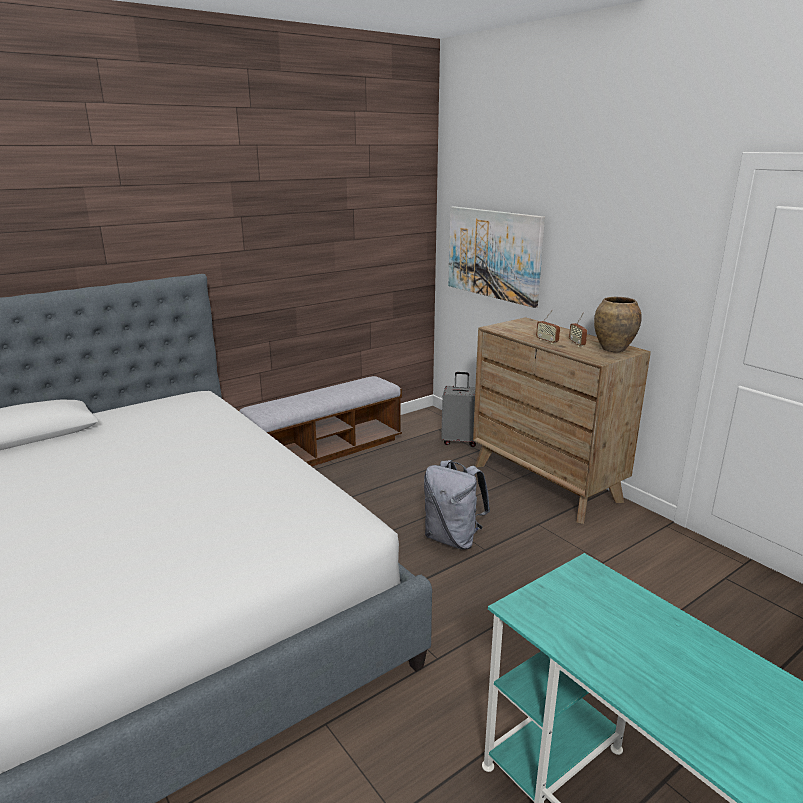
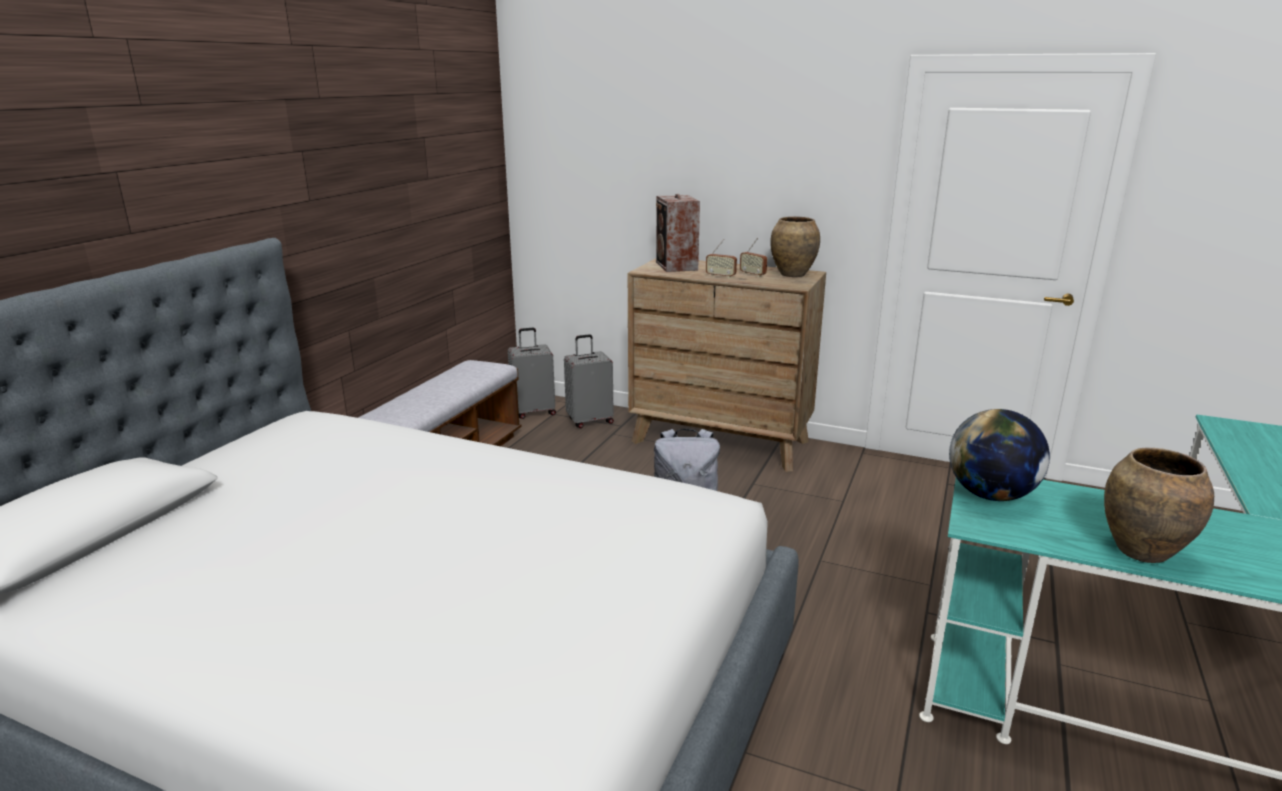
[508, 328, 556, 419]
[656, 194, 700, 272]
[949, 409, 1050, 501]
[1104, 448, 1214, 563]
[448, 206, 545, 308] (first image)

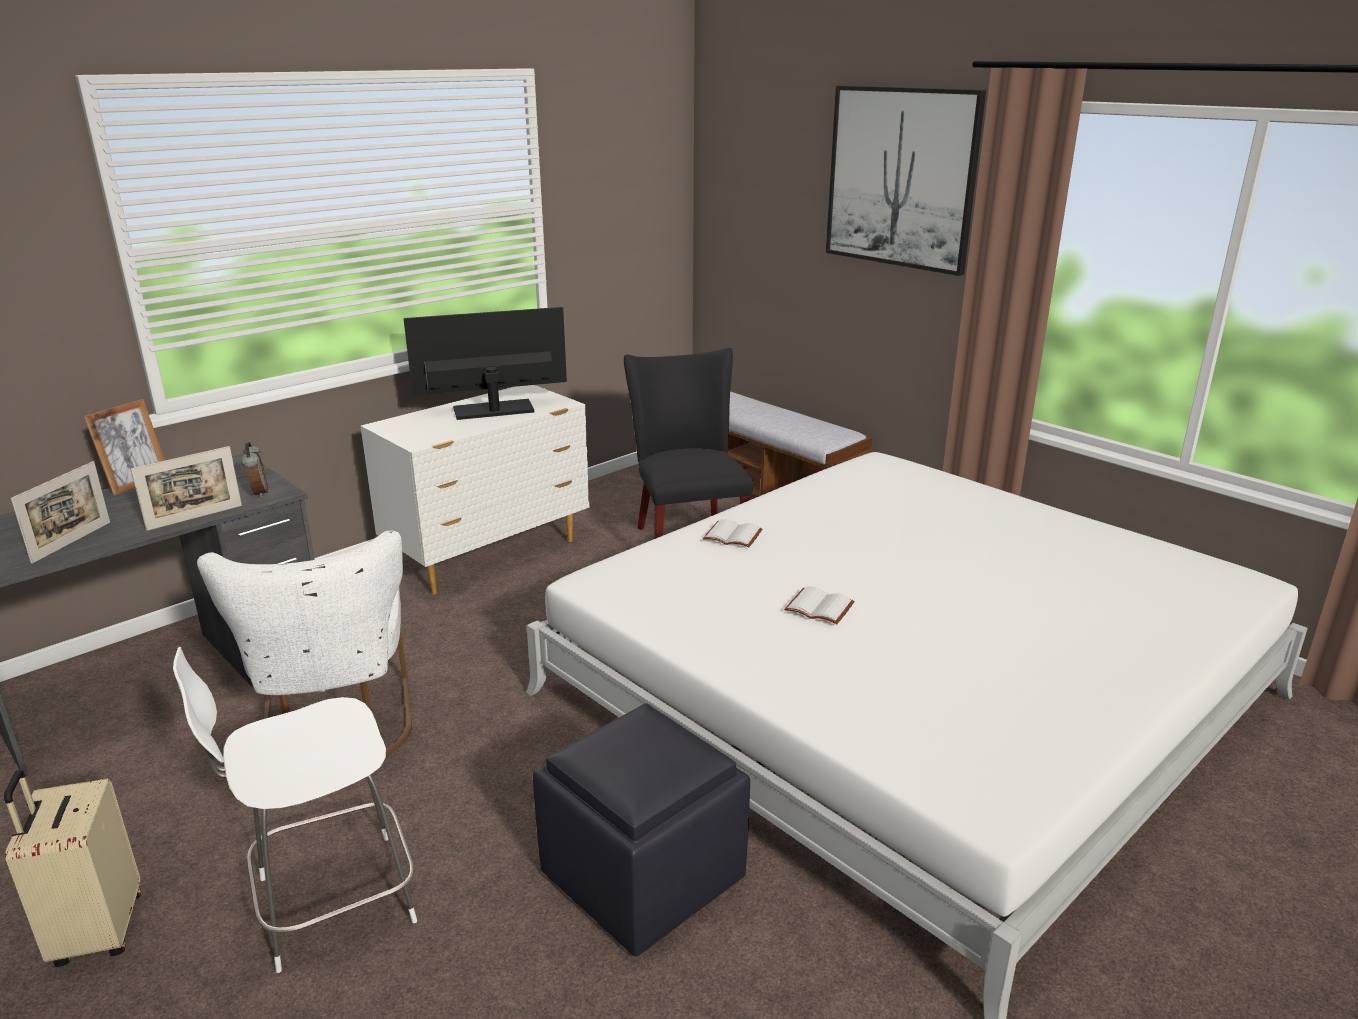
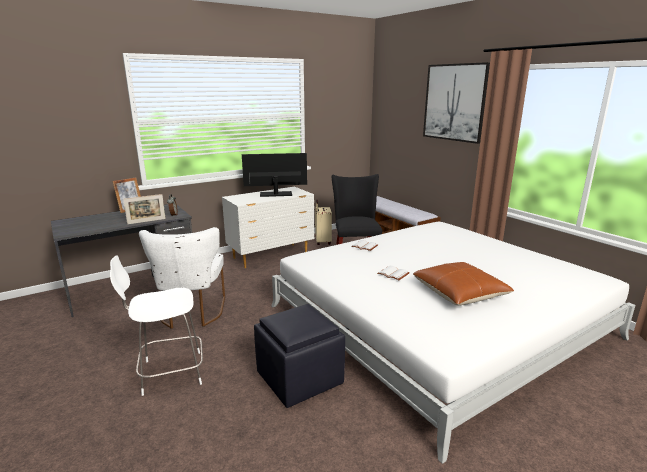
[315, 200, 332, 245]
[413, 262, 514, 306]
[11, 461, 110, 564] (first image)

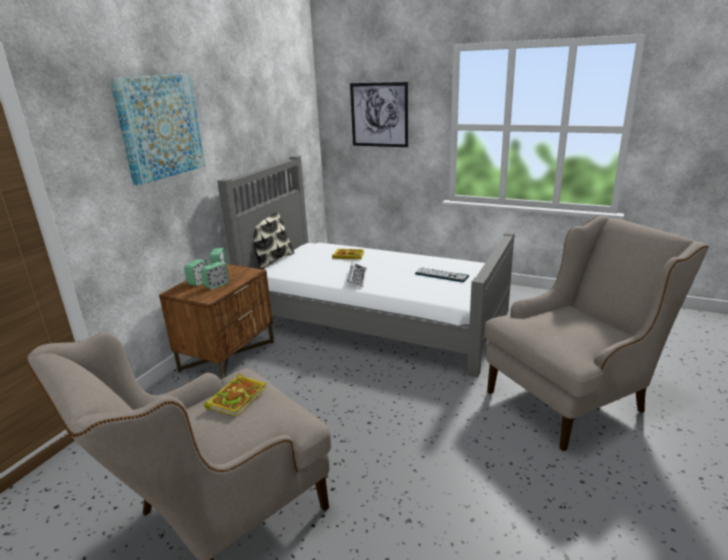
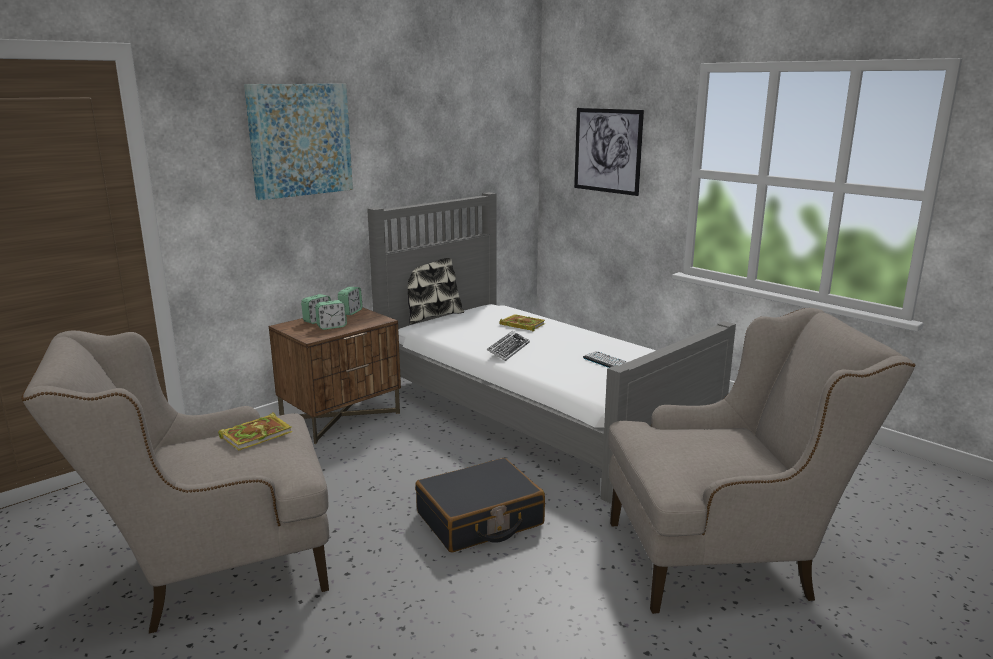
[415, 458, 545, 552]

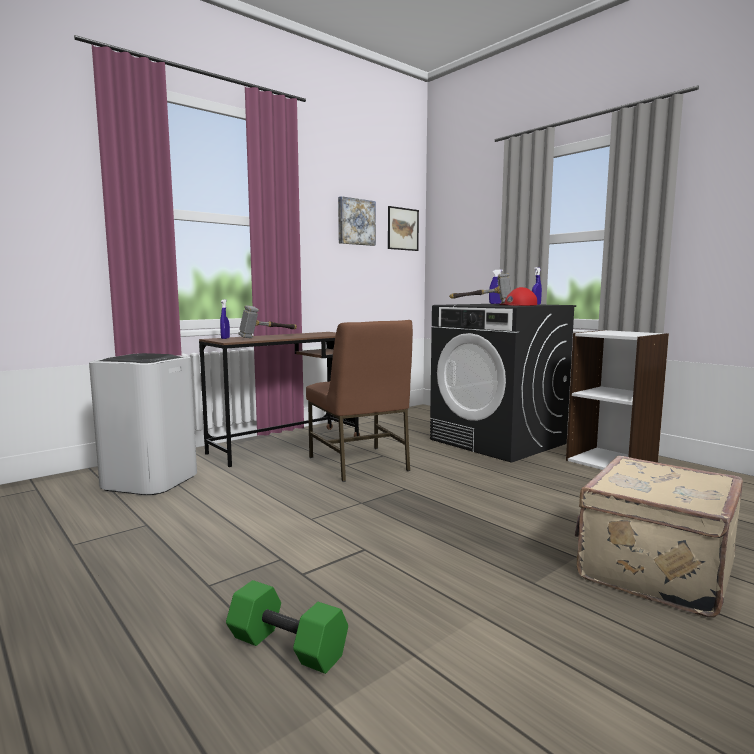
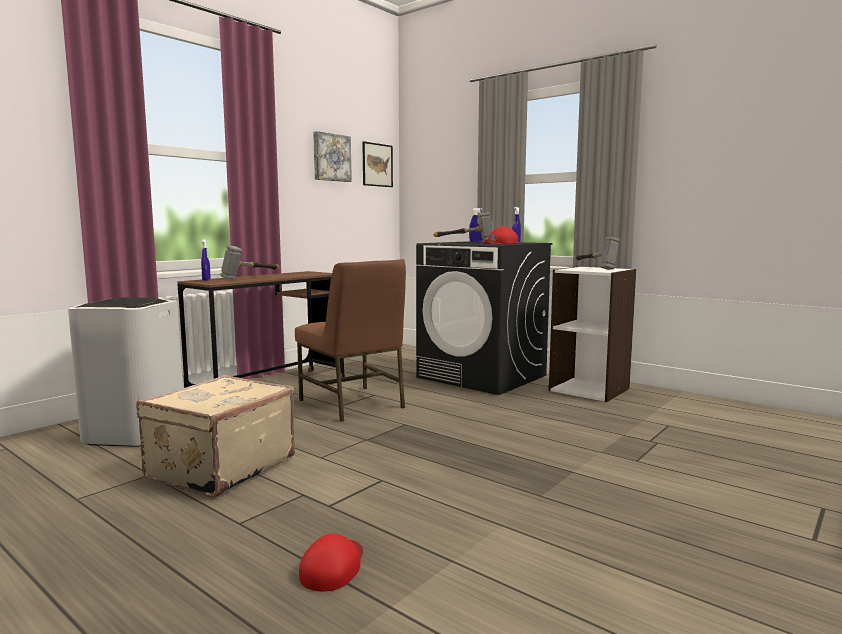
[136, 375, 295, 498]
[299, 533, 363, 592]
[575, 237, 620, 270]

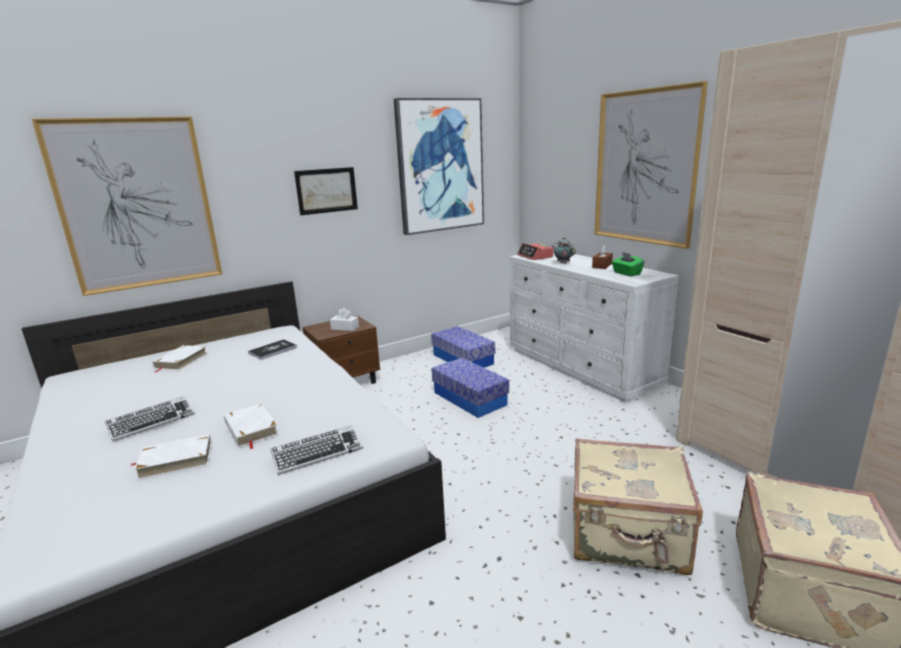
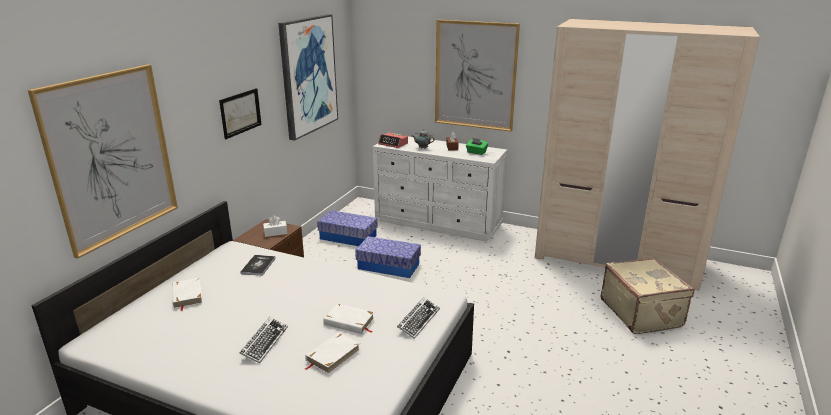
[573, 438, 703, 575] (first image)

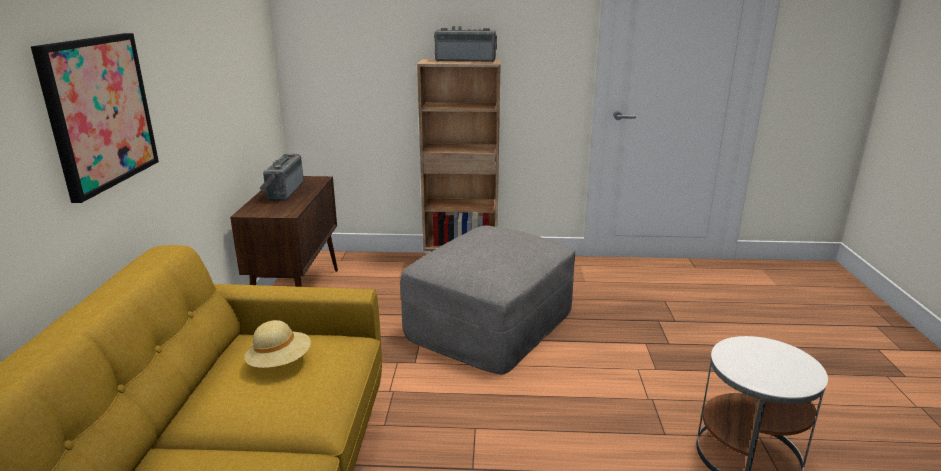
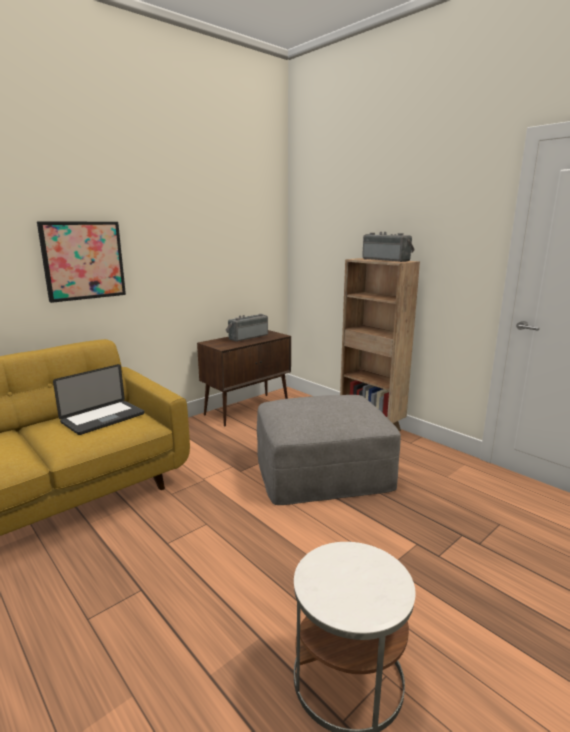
[53, 364, 144, 435]

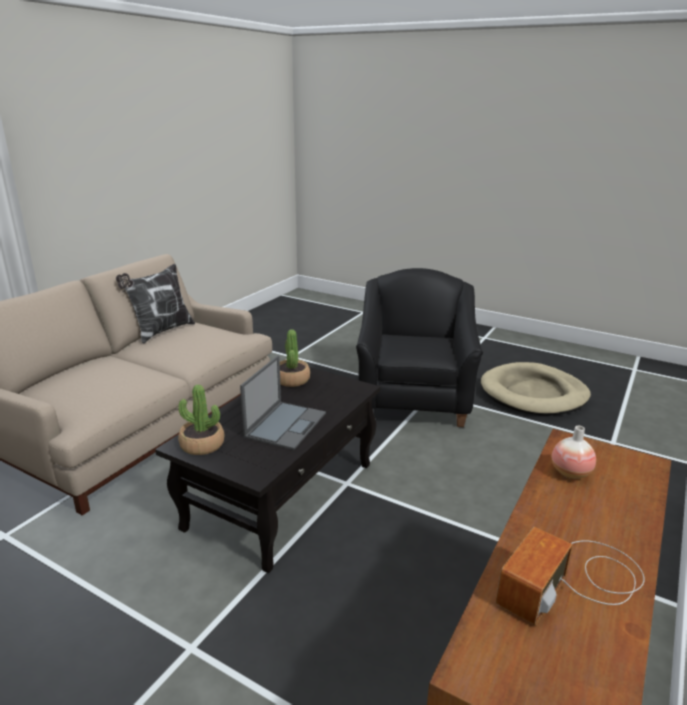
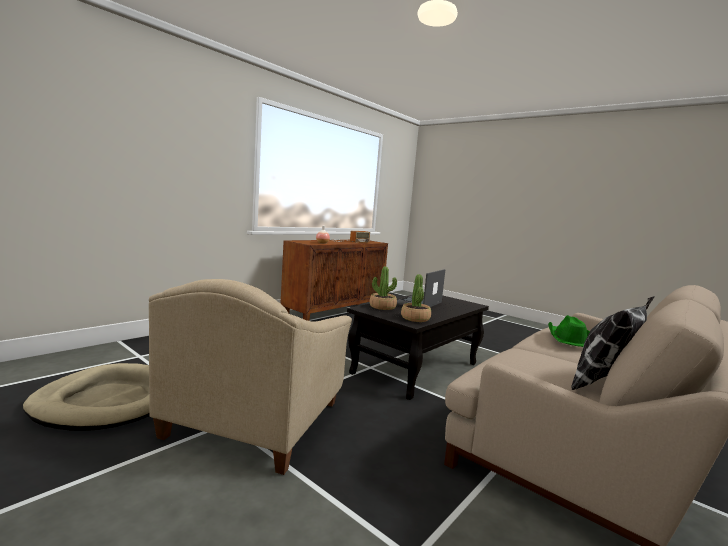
[149, 279, 352, 475]
[369, 266, 397, 310]
[548, 315, 590, 347]

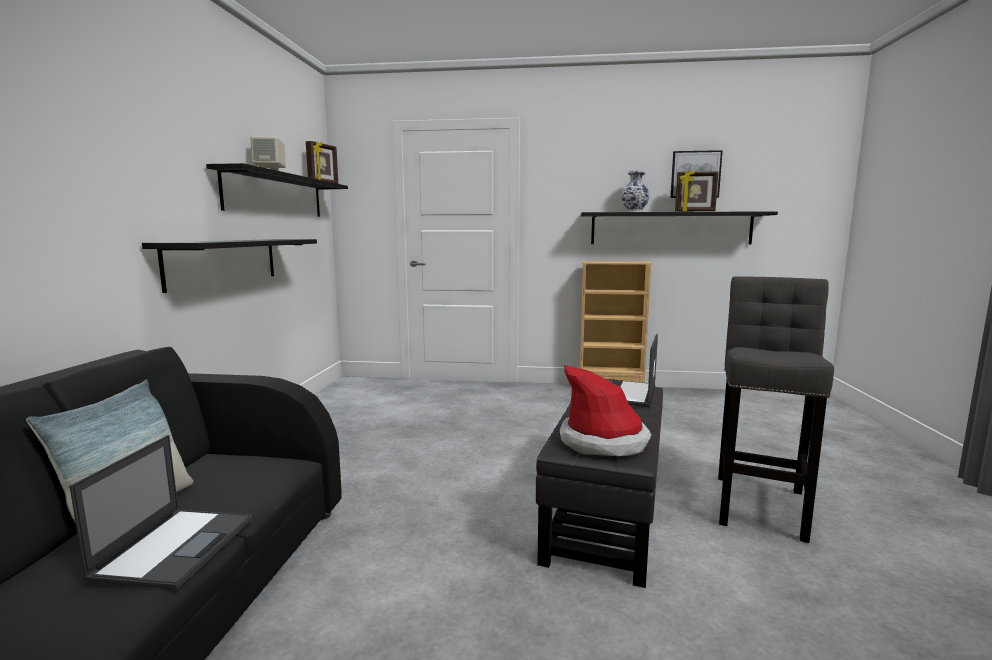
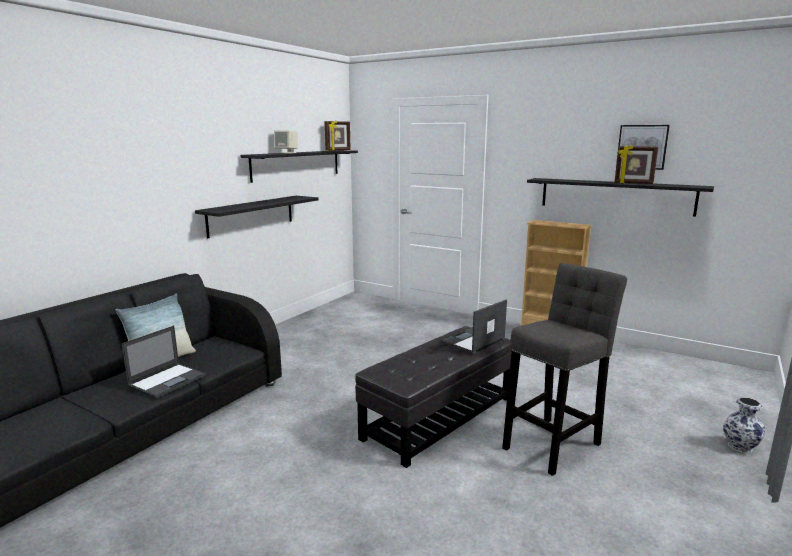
[723, 397, 765, 453]
[560, 365, 651, 456] (first image)

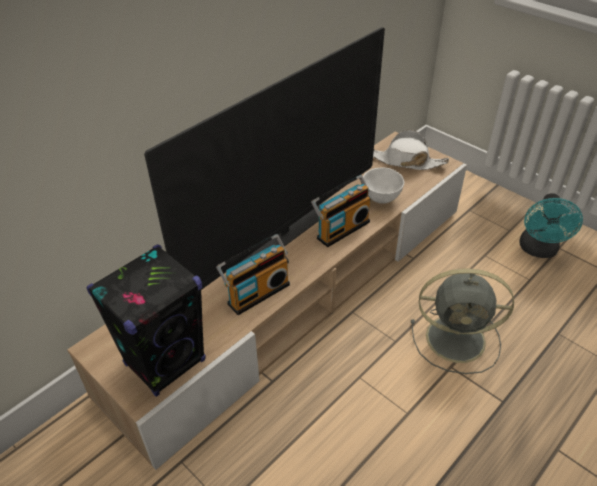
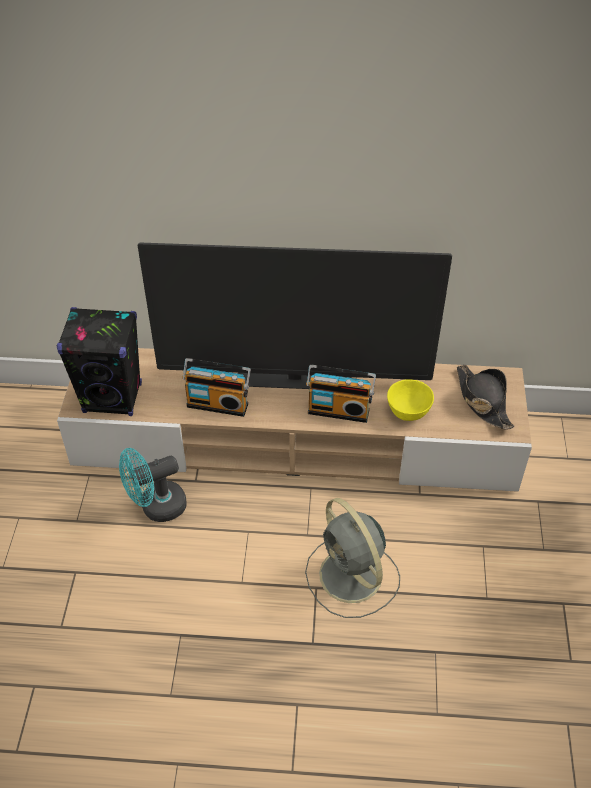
[119, 448, 187, 522]
[387, 379, 434, 421]
[457, 365, 514, 430]

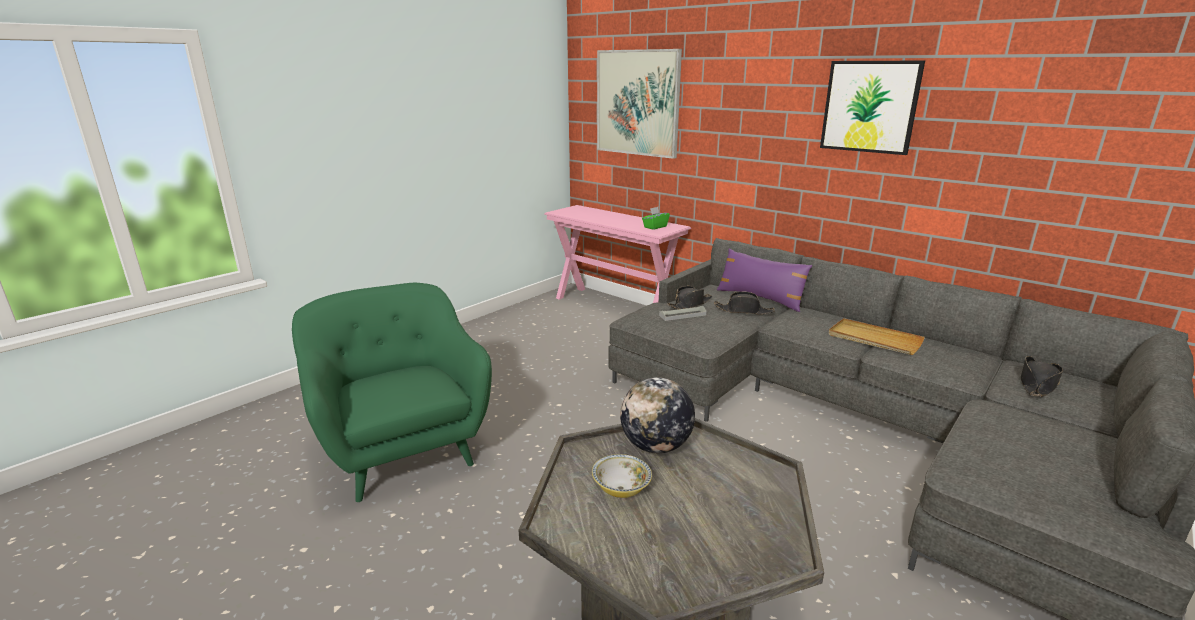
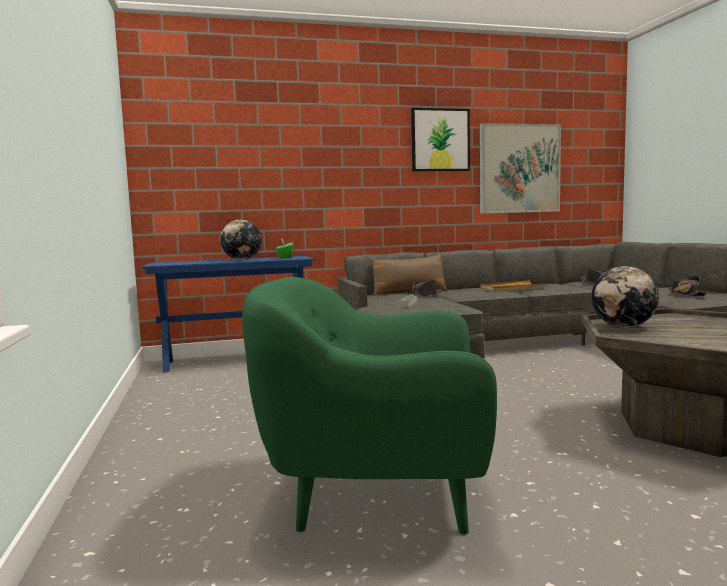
[142, 256, 315, 373]
[220, 219, 261, 260]
[370, 254, 448, 296]
[480, 123, 561, 214]
[668, 276, 708, 296]
[592, 454, 652, 498] (first image)

